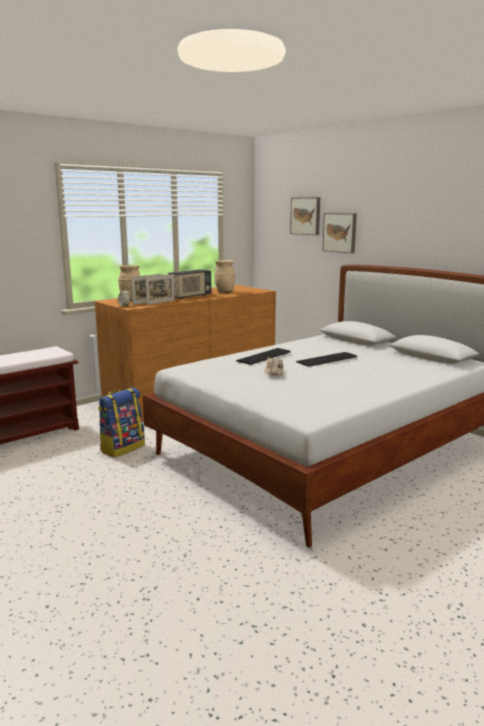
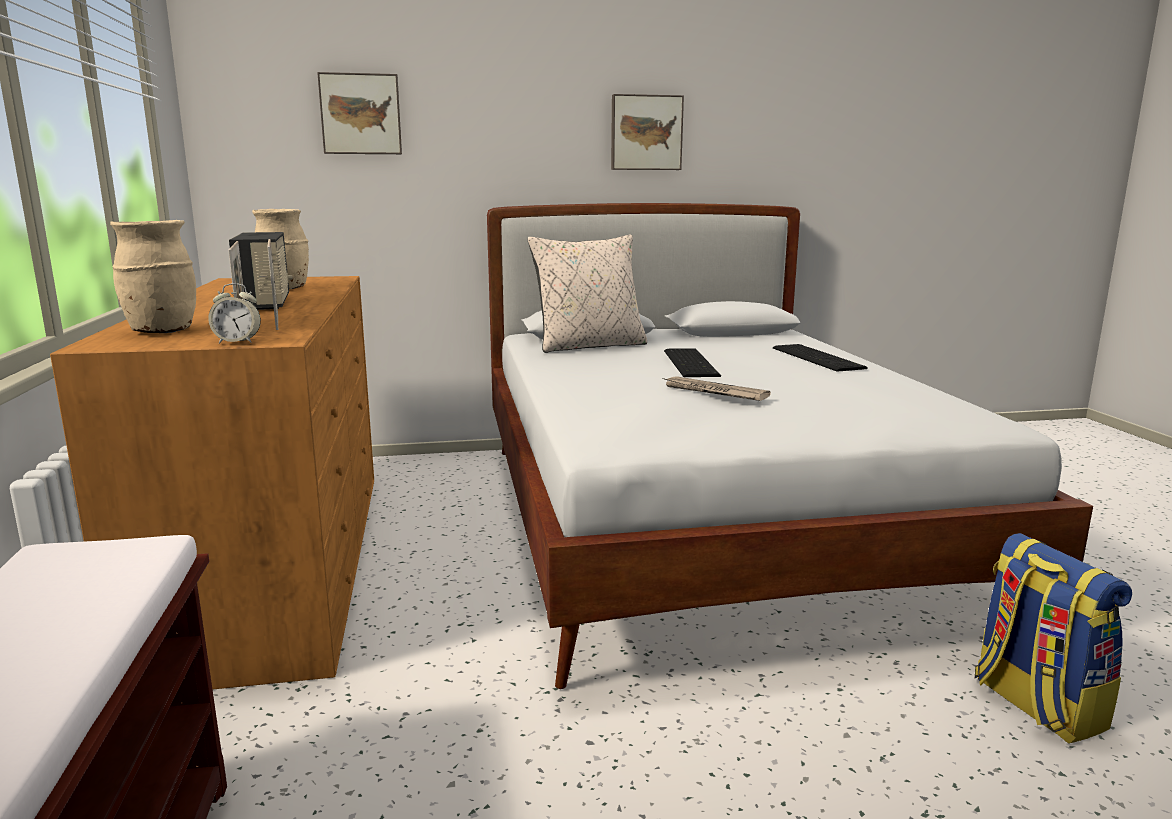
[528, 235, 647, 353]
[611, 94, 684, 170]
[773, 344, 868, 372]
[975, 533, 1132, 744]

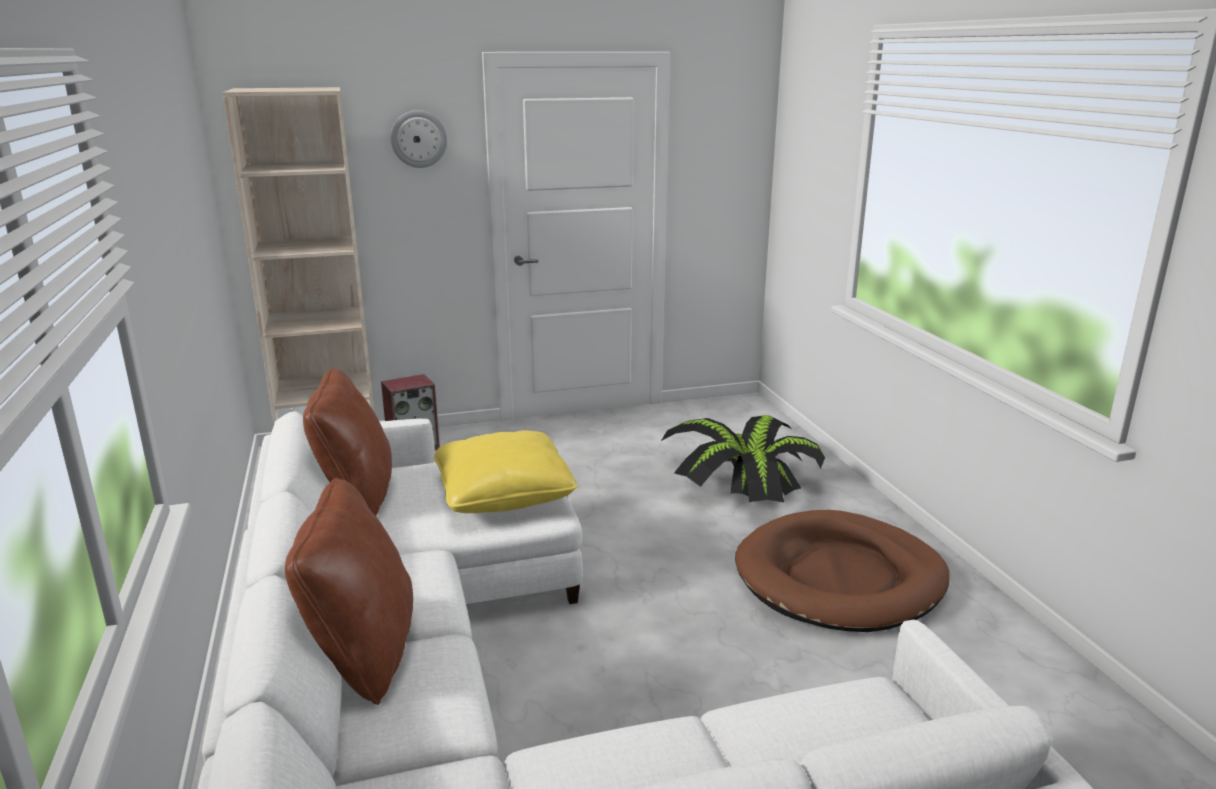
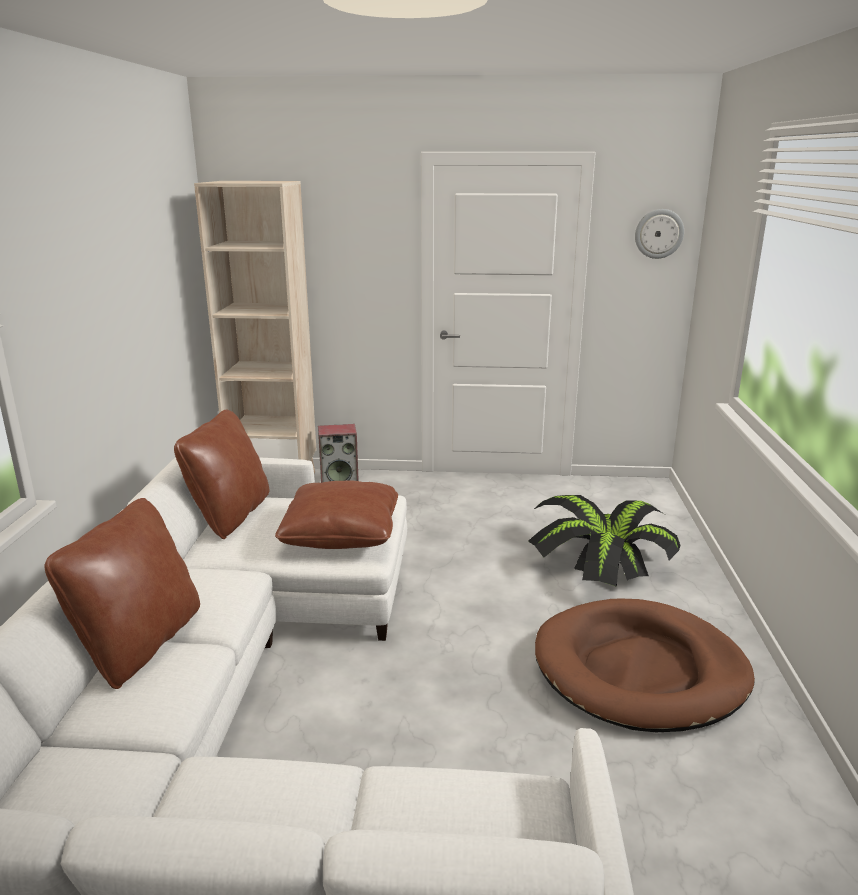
[275, 480, 398, 549]
[635, 209, 684, 259]

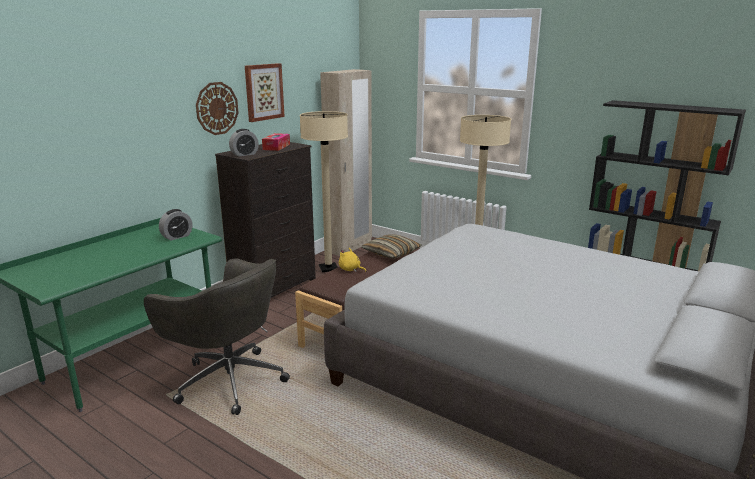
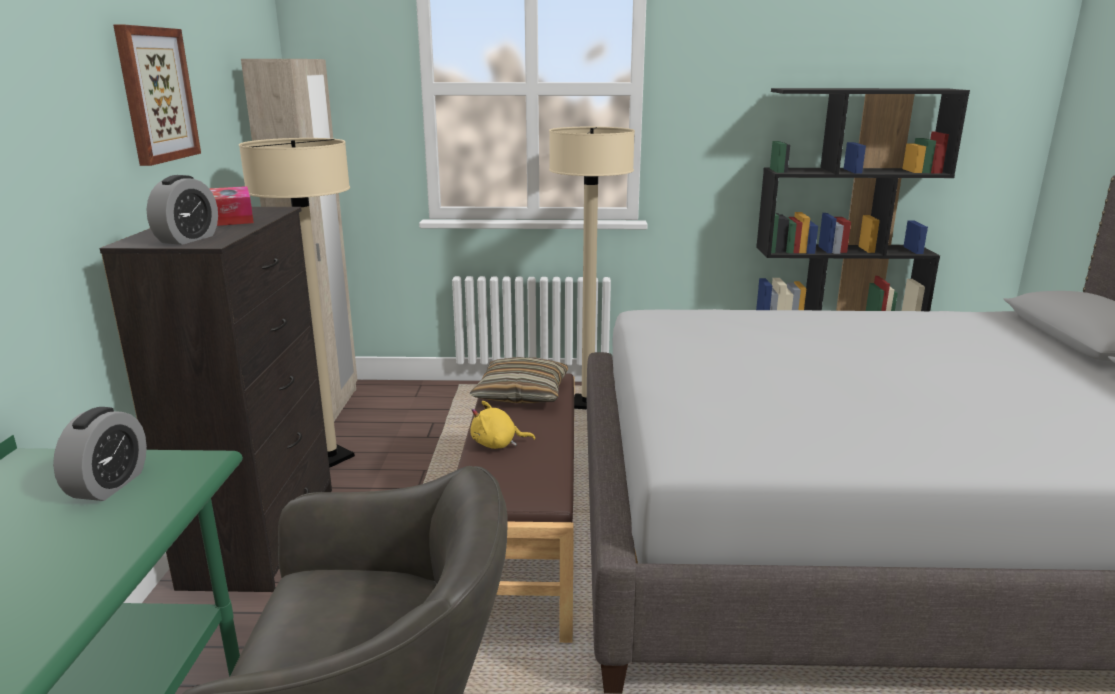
[196, 82, 239, 135] (first image)

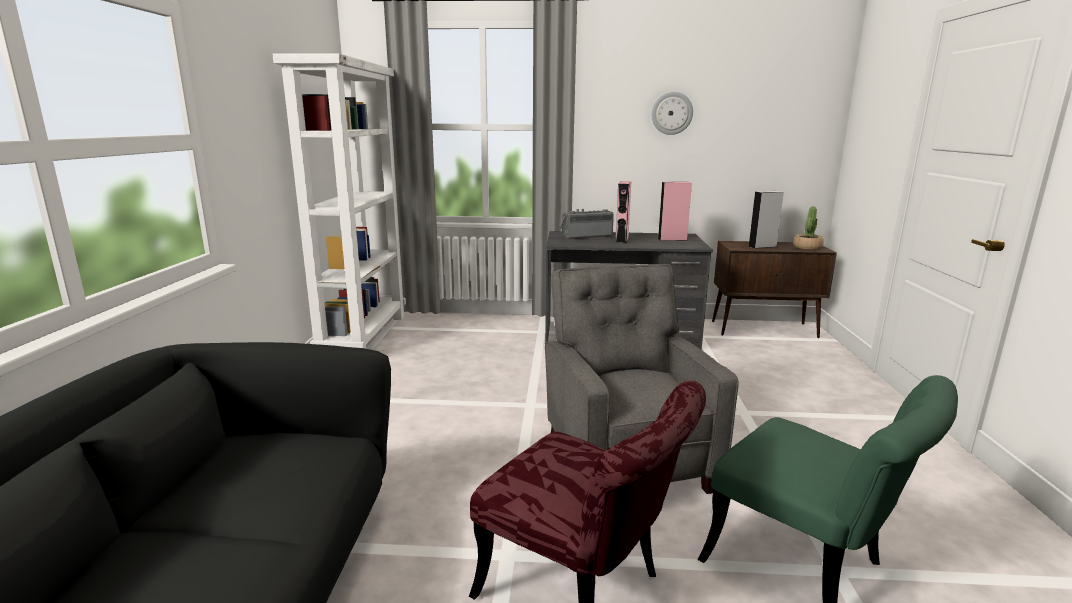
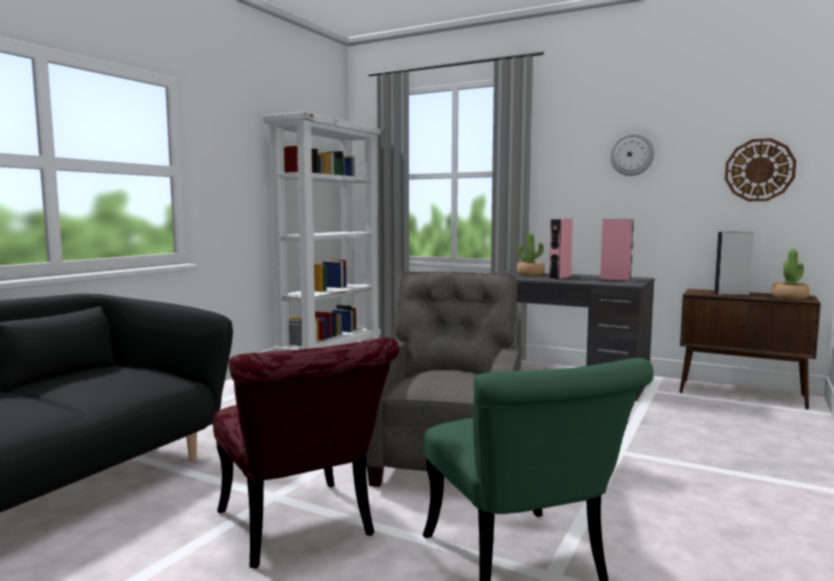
[517, 233, 545, 276]
[725, 138, 796, 201]

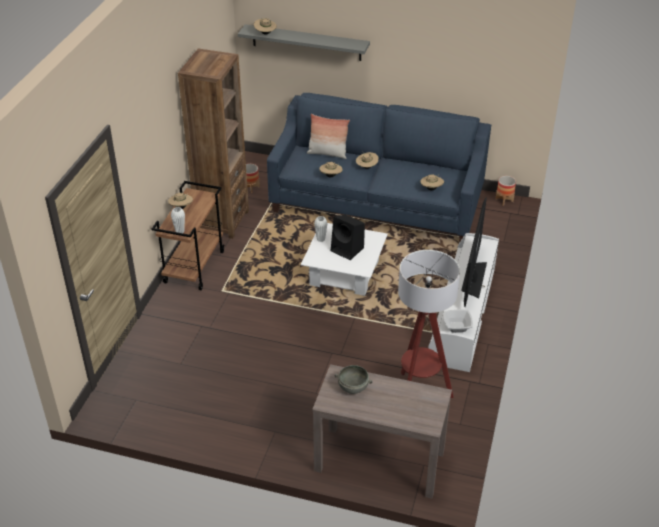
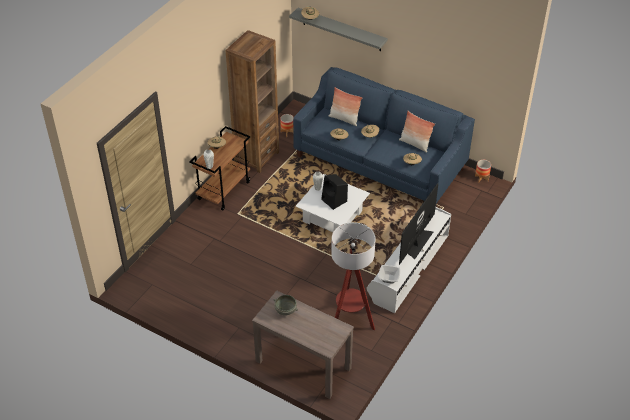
[399, 111, 435, 153]

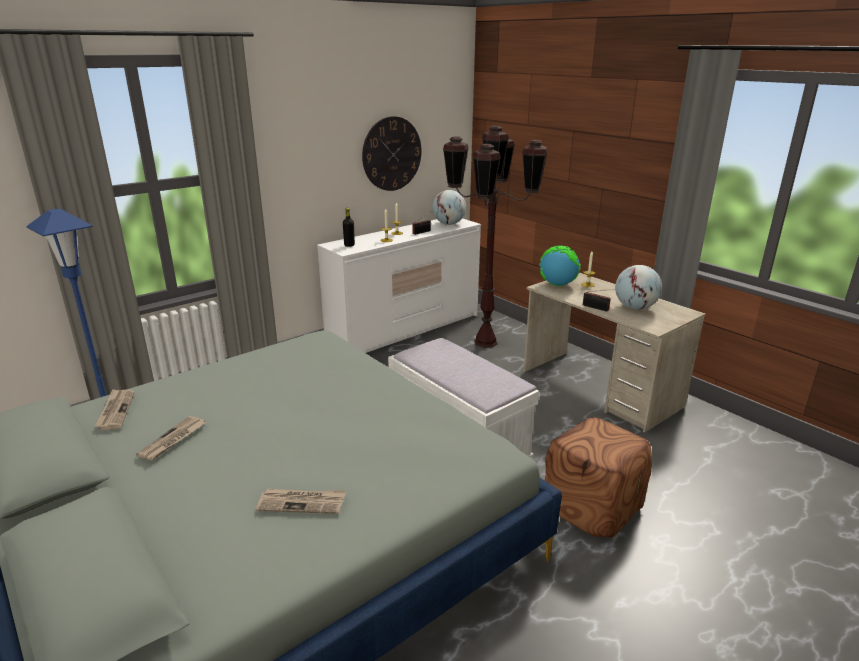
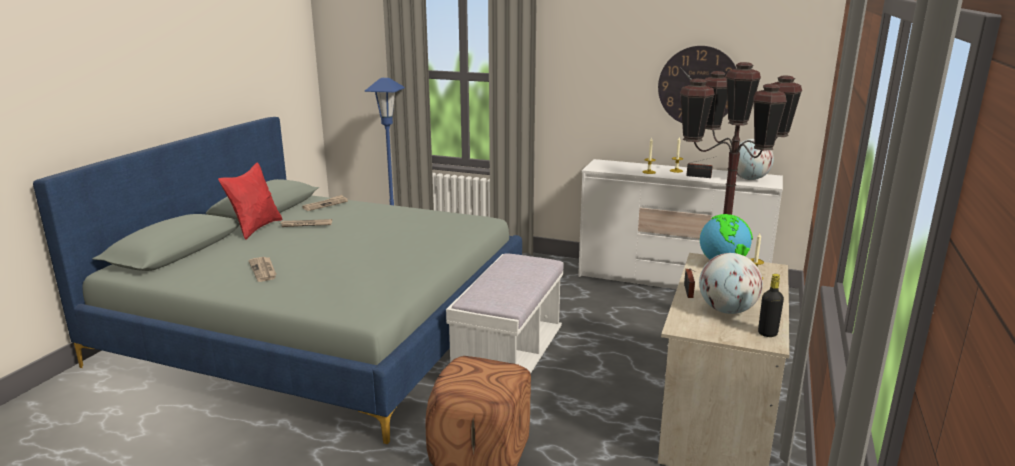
[218, 162, 283, 240]
[758, 274, 784, 337]

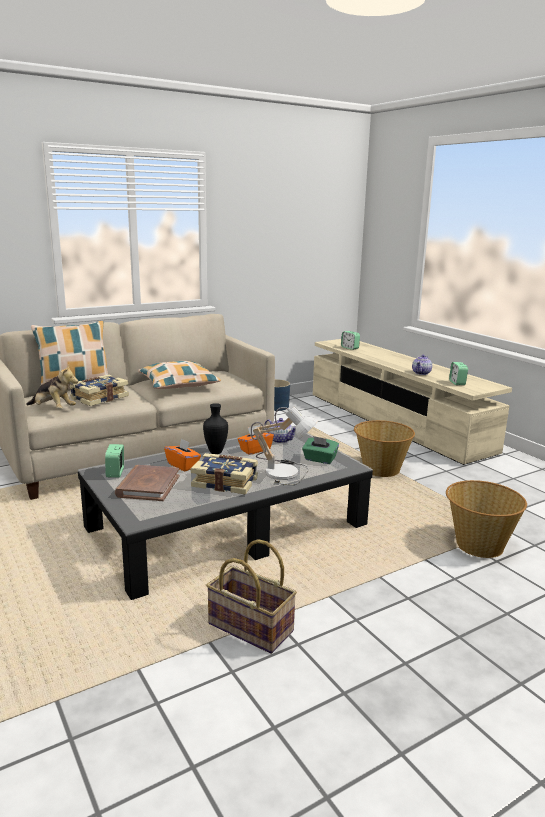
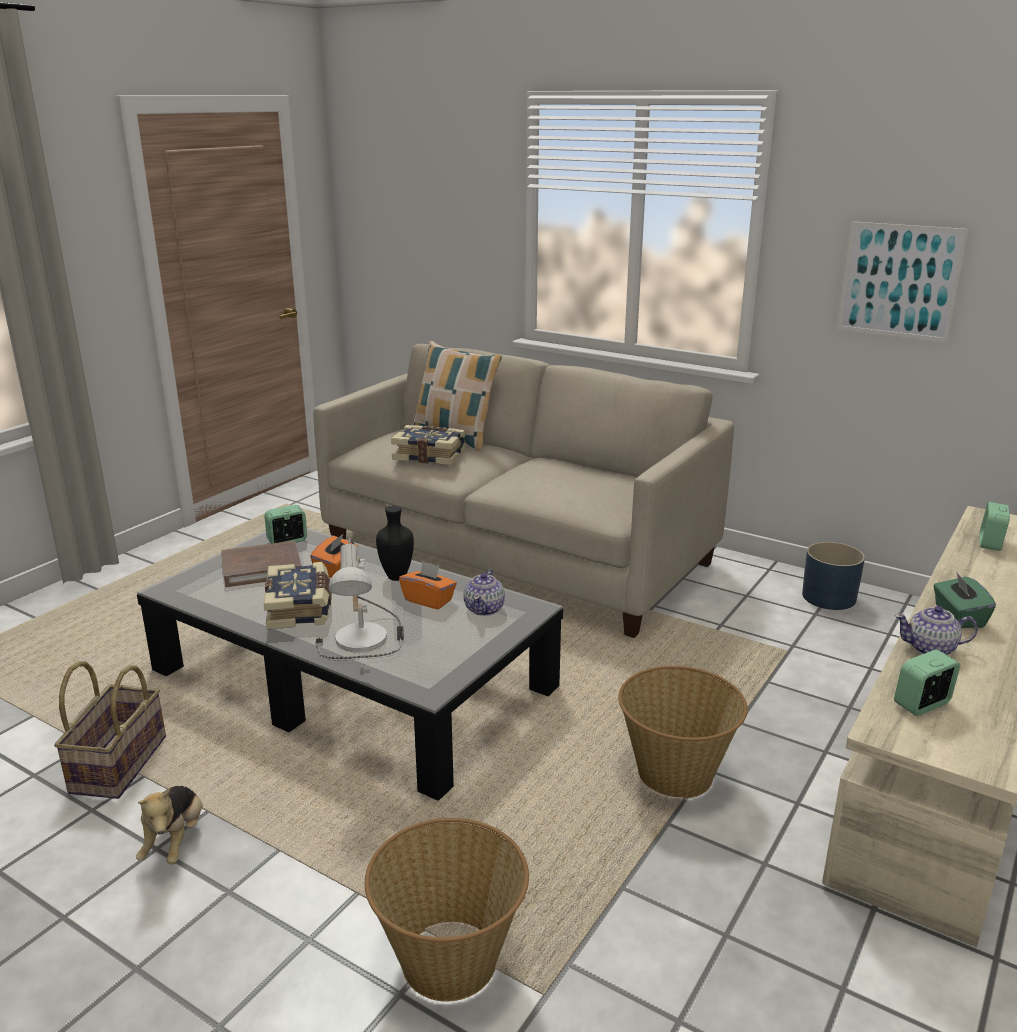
[136, 786, 202, 864]
[837, 222, 969, 343]
[934, 571, 996, 628]
[138, 361, 221, 389] (first image)

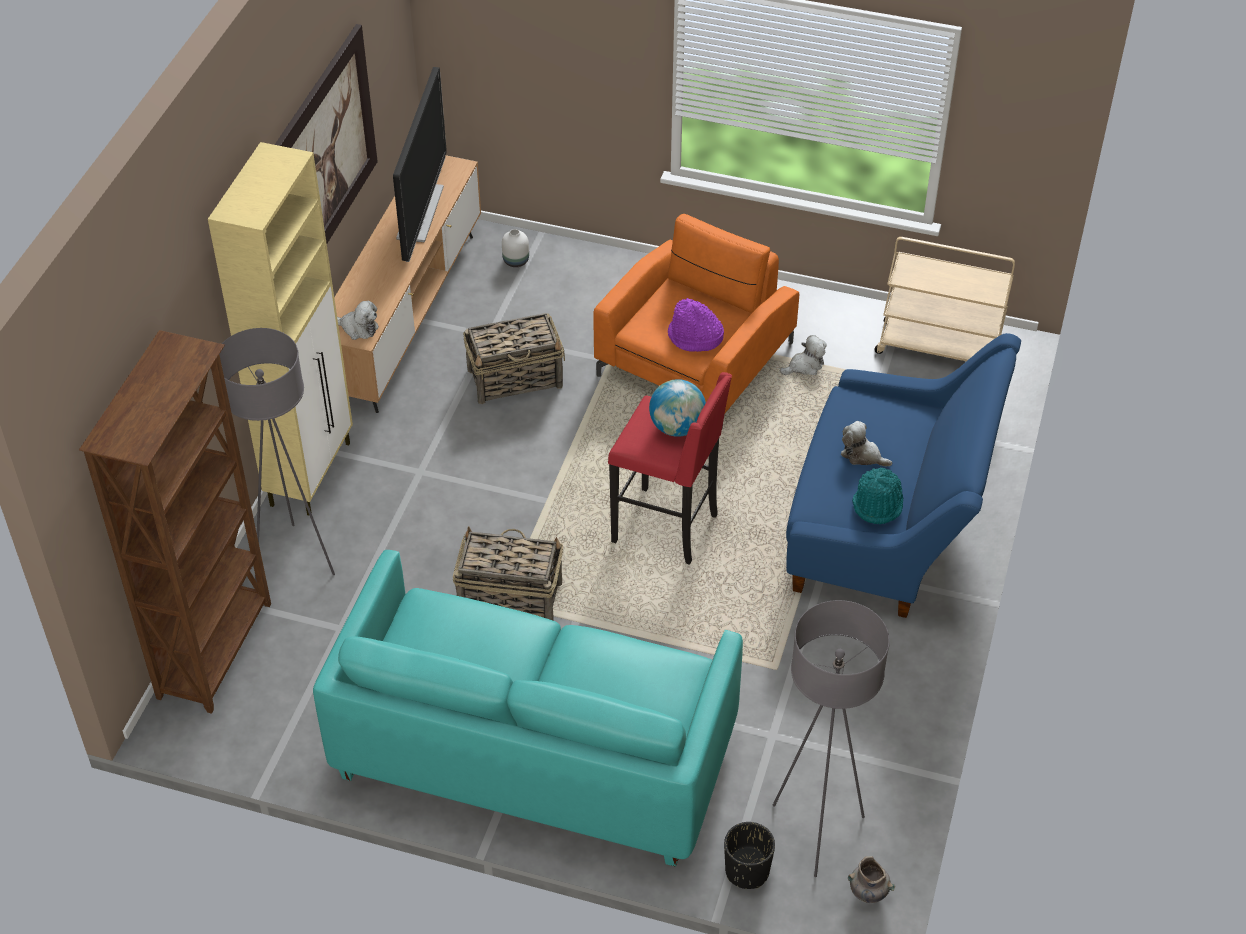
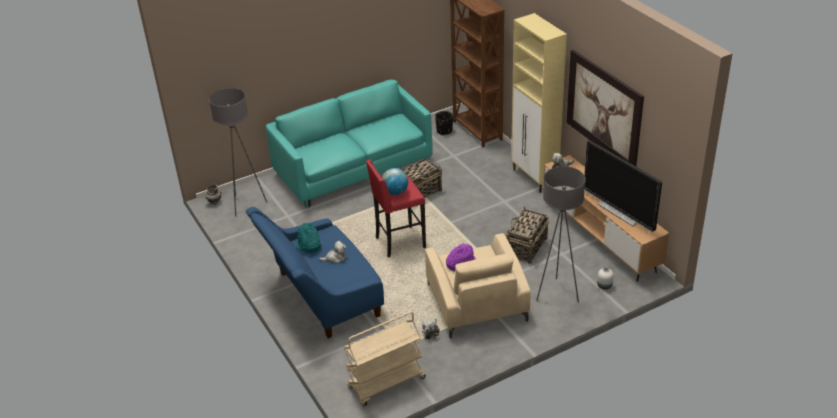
[425, 233, 531, 338]
[435, 111, 453, 135]
[537, 166, 586, 303]

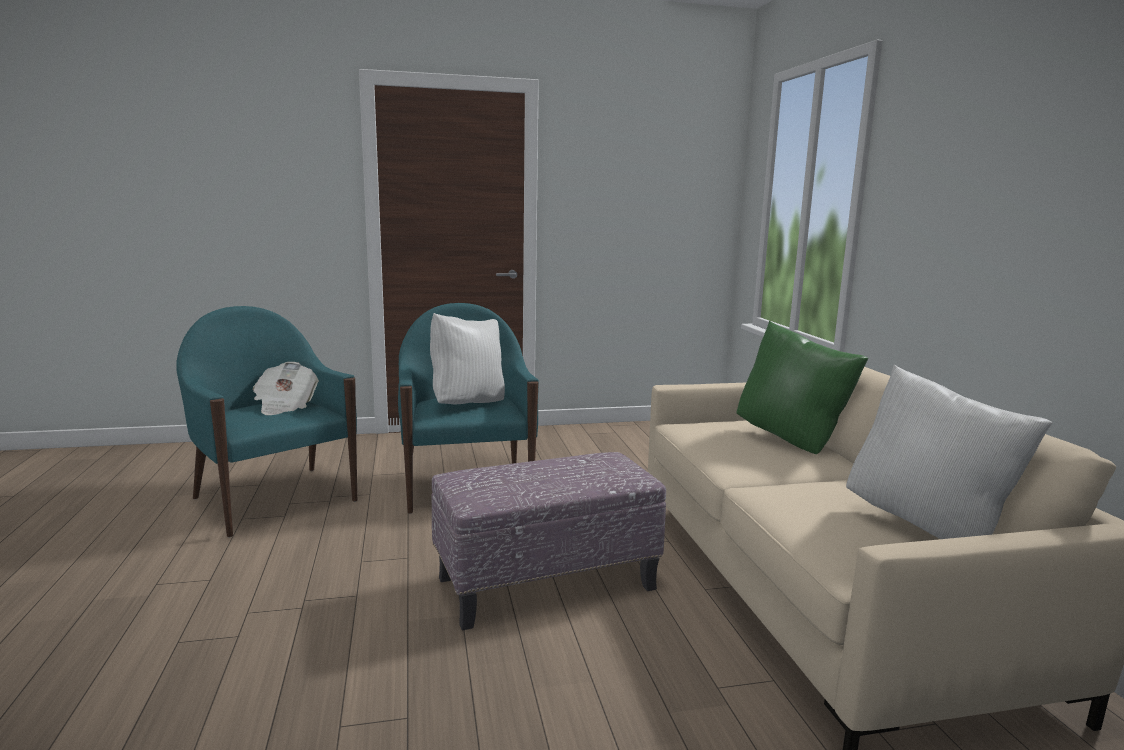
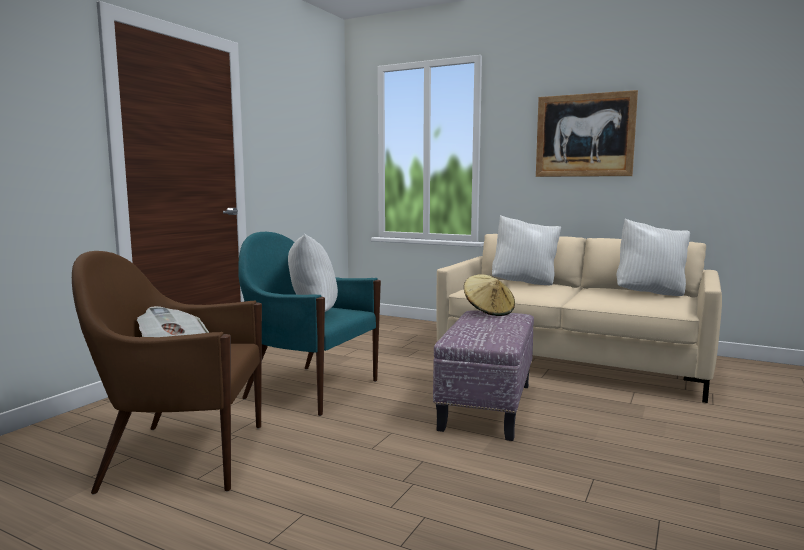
[72, 251, 262, 494]
[464, 274, 515, 316]
[492, 215, 561, 285]
[536, 90, 638, 177]

